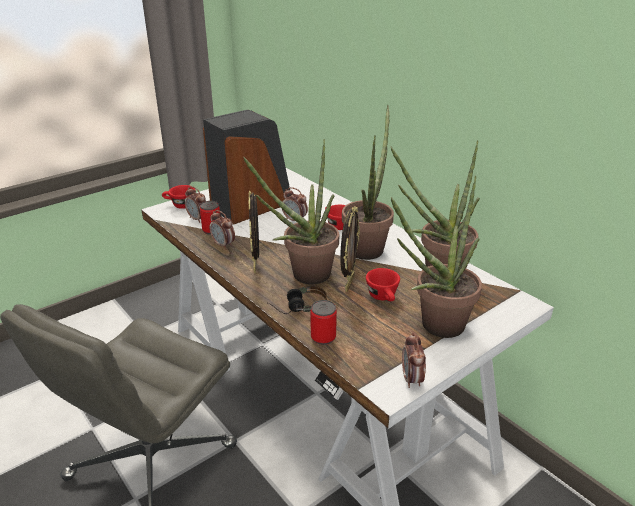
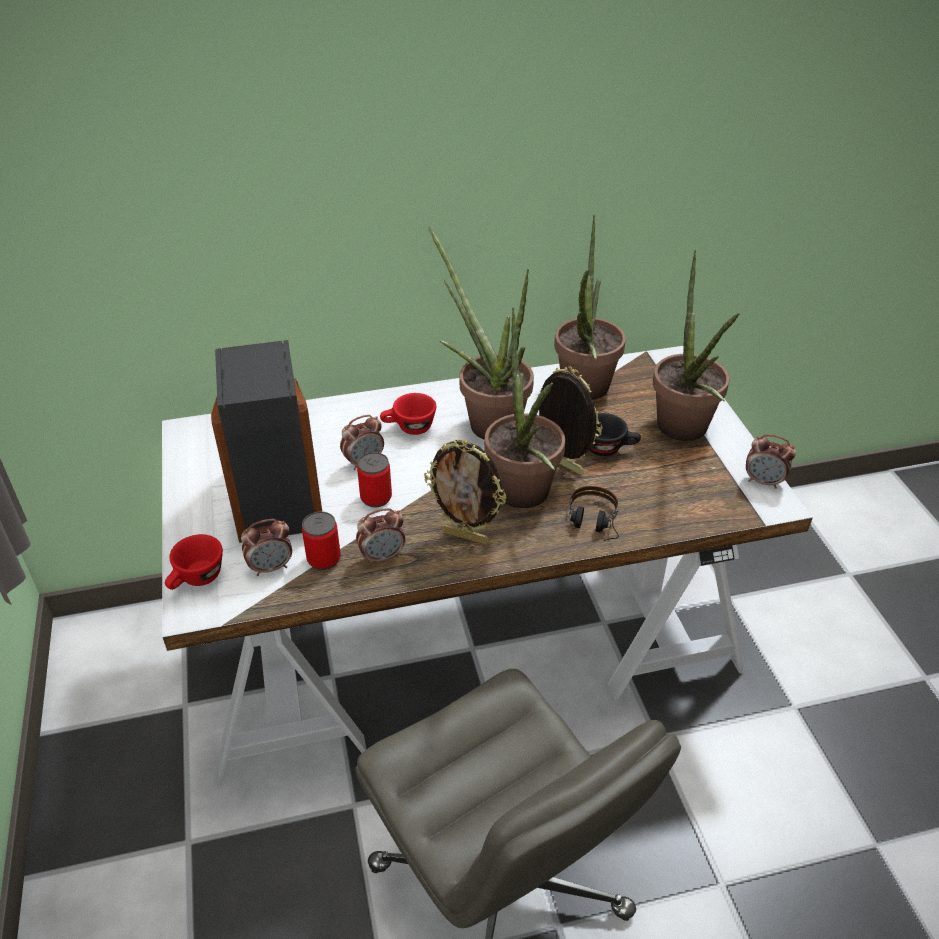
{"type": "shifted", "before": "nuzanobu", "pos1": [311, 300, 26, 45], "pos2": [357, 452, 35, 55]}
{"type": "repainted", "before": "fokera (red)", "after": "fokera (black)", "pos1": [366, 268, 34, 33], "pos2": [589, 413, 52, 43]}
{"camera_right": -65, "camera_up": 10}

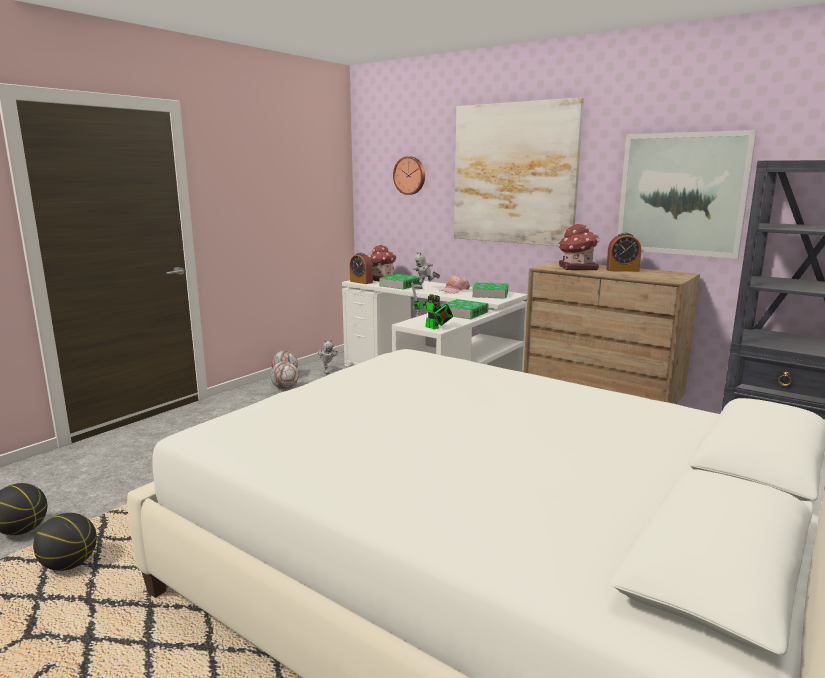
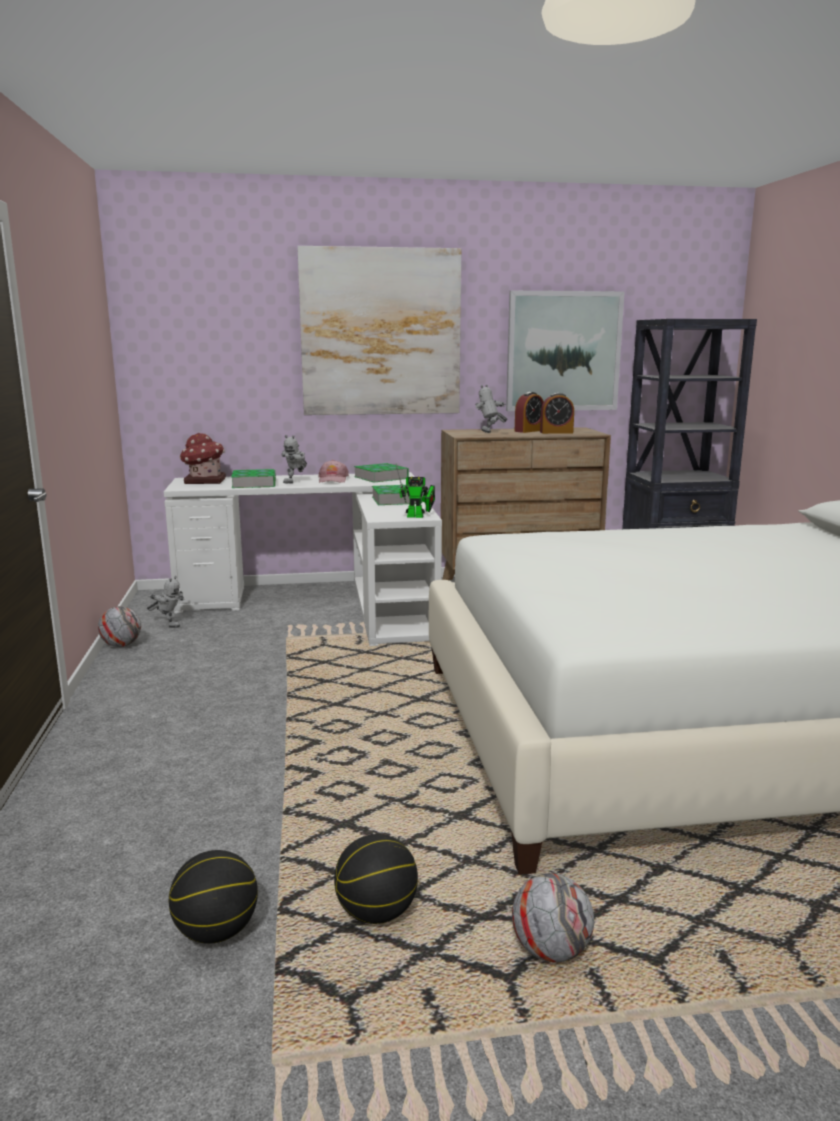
{"type": "shifted", "before": "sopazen", "pos1": [270, 361, 29, 28], "pos2": [512, 873, 82, 89]}
{"type": "shifted", "before": "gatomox", "pos1": [350, 253, 23, 31], "pos2": [540, 393, 34, 41]}
{"type": "gone", "before": "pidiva", "pos1": [393, 156, 32, 39]}
{"type": "swapped", "before": "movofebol", "after": "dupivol", "pos1": [558, 224, 41, 46], "pos2": [475, 385, 33, 48]}
{"camera_right": -45, "camera_up": 0}

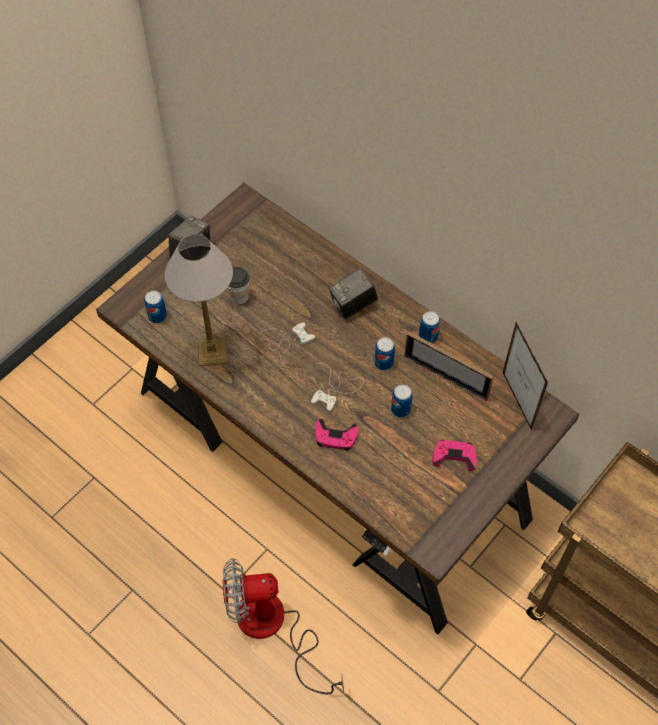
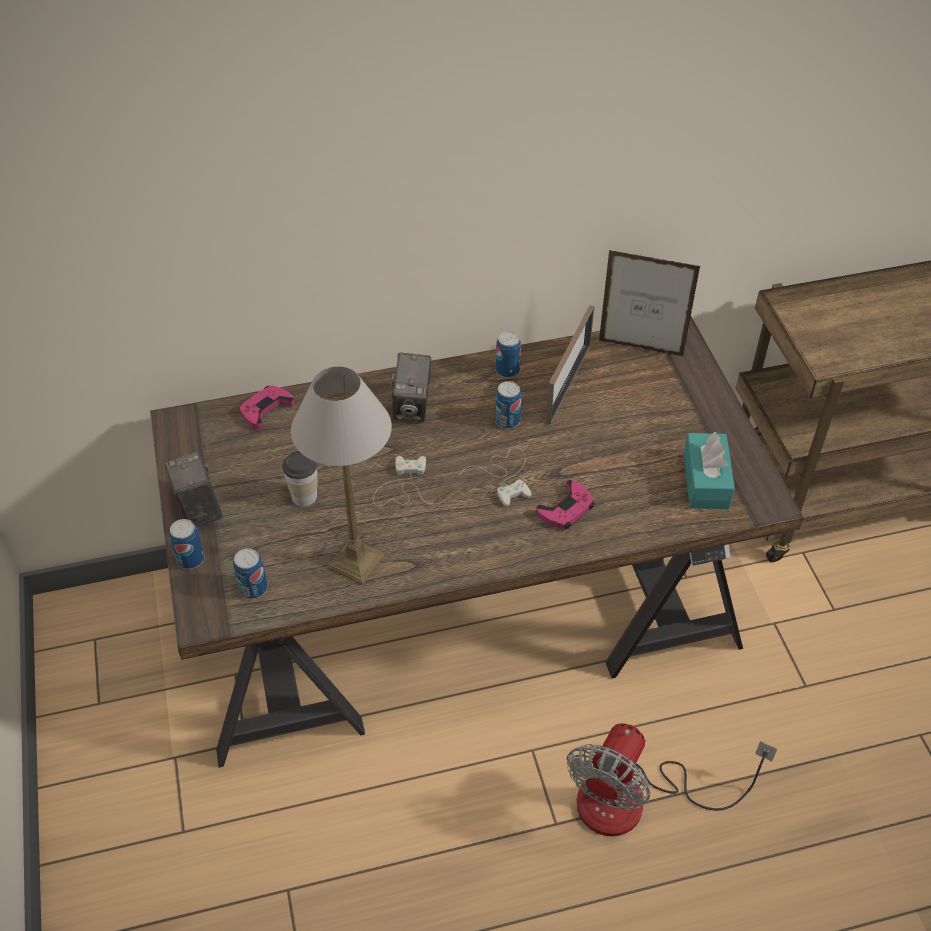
{"type": "shifted", "before": "nuzanobu", "pos1": [391, 384, 22, 33], "pos2": [169, 519, 36, 50]}
{"type": "rotated", "before": "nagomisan", "pos1": [404, 331, 90, 70], "pos2": [546, 305, 48, 119], "turn": -45}
{"type": "shifted", "before": "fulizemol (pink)", "pos1": [433, 440, 44, 31], "pos2": [239, 385, 56, 44]}
{"type": "new", "after": "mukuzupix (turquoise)", "pos2": [683, 431, 52, 78]}
{"camera_right": -55, "camera_up": -10}

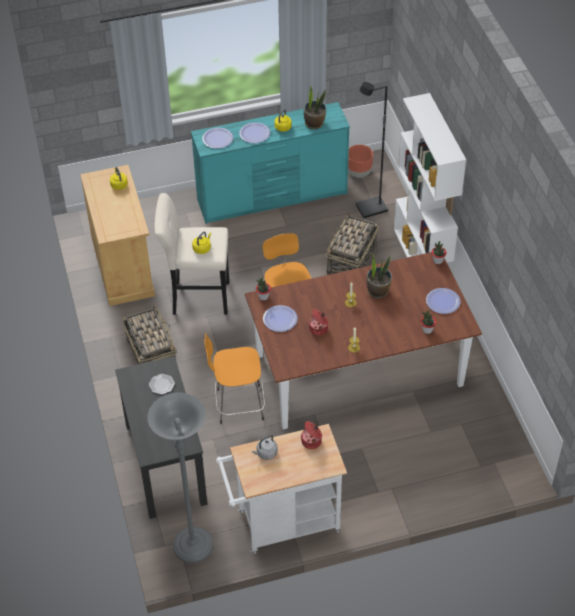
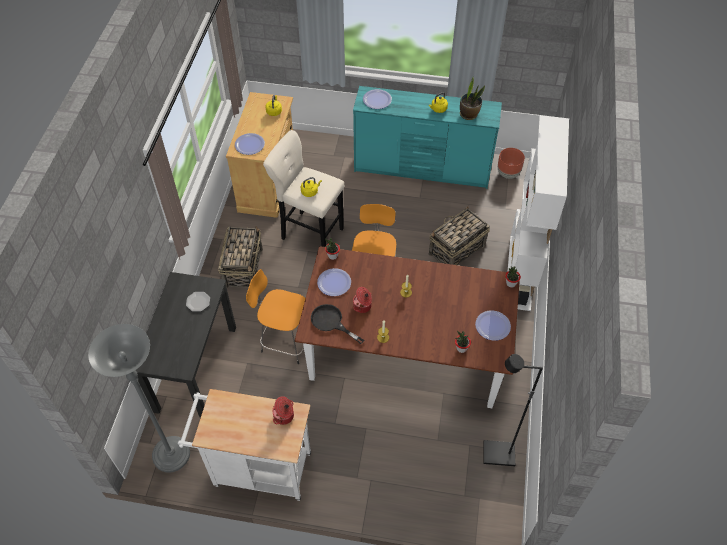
{"type": "shifted", "before": "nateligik", "pos1": [239, 122, 31, 21], "pos2": [235, 133, 30, 22]}
{"type": "gone", "before": "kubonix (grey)", "pos1": [252, 435, 26, 25]}
{"type": "shifted", "before": "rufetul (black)", "pos1": [356, 82, 32, 136], "pos2": [483, 354, 60, 112]}
{"type": "gone", "before": "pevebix", "pos1": [367, 254, 25, 44]}
{"type": "new", "after": "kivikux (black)", "pos2": [311, 304, 53, 40]}
{"camera_right": 25, "camera_up": 5}

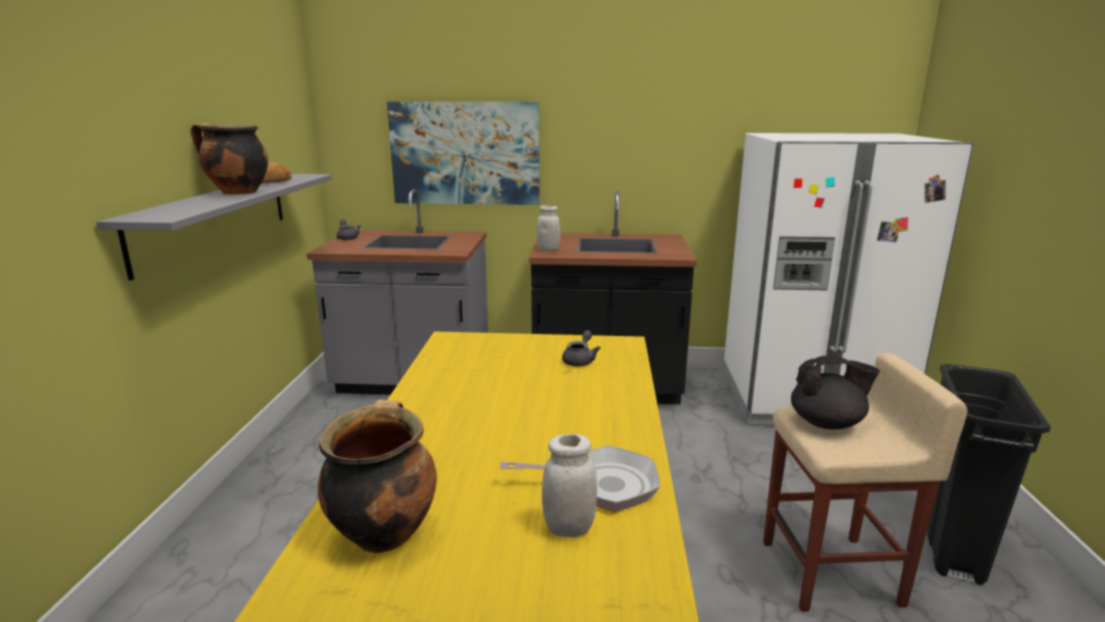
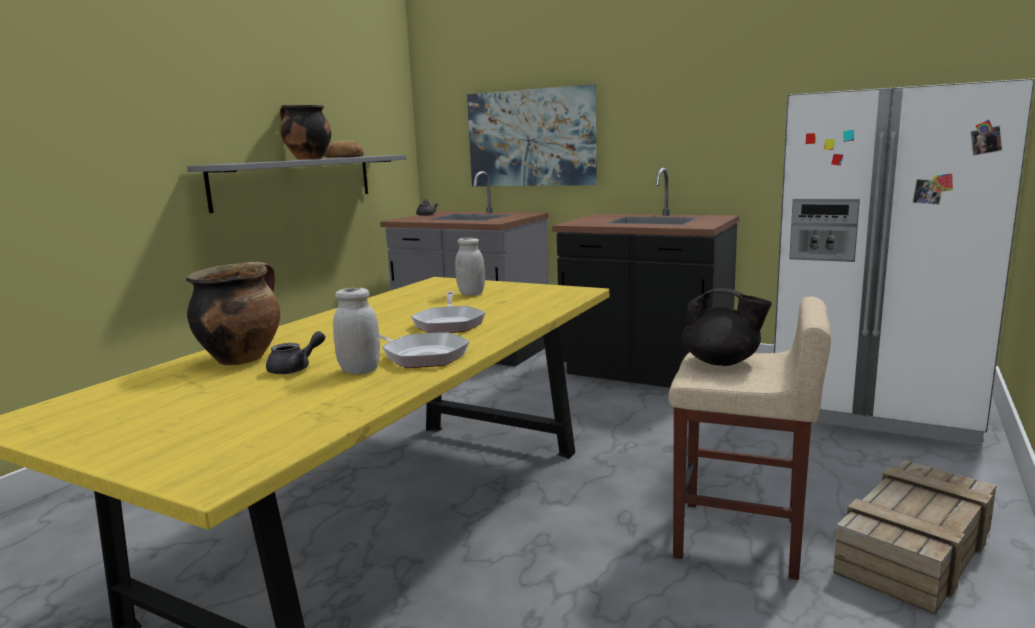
{"type": "shifted", "before": "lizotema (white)", "pos1": [537, 205, 24, 47], "pos2": [455, 238, 30, 58]}
{"type": "shifted", "before": "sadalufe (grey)", "pos1": [562, 330, 39, 36], "pos2": [266, 331, 59, 43]}
{"type": "swapped", "before": "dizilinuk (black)", "after": "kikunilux", "pos1": [927, 364, 124, 221], "pos2": [833, 460, 164, 154]}
{"type": "new", "after": "kivikux", "pos2": [411, 291, 74, 42]}
{"camera_right": 25, "camera_up": -5}

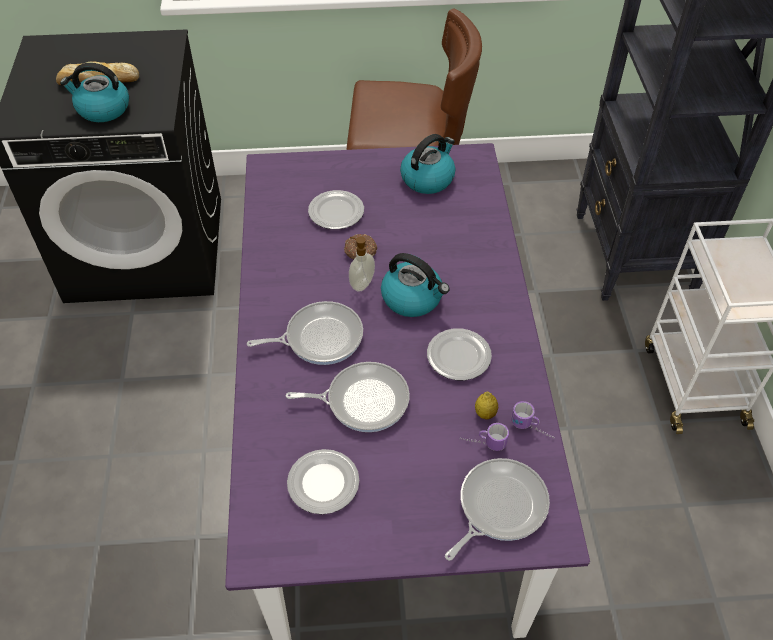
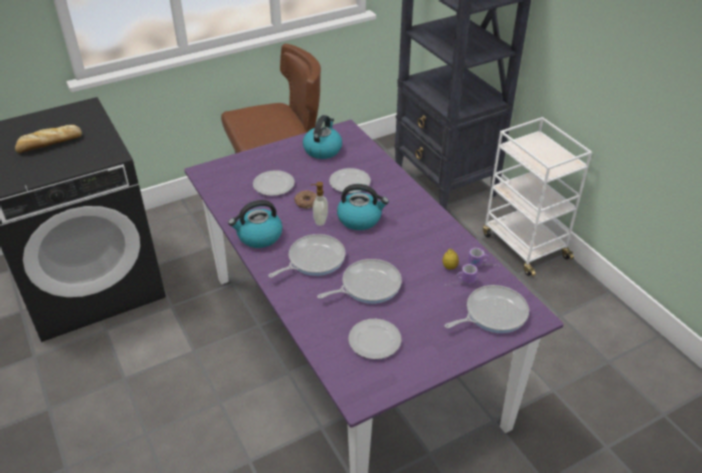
{"type": "shifted", "before": "kubonix", "pos1": [60, 63, 69, 59], "pos2": [228, 200, 55, 48]}
{"type": "shifted", "before": "nateligik", "pos1": [427, 328, 65, 52], "pos2": [329, 168, 42, 25]}
{"type": "rotated", "before": "kivikux", "pos1": [445, 458, 105, 103], "pos2": [444, 285, 85, 48], "turn": 45}
{"camera_right": -25, "camera_up": -10}

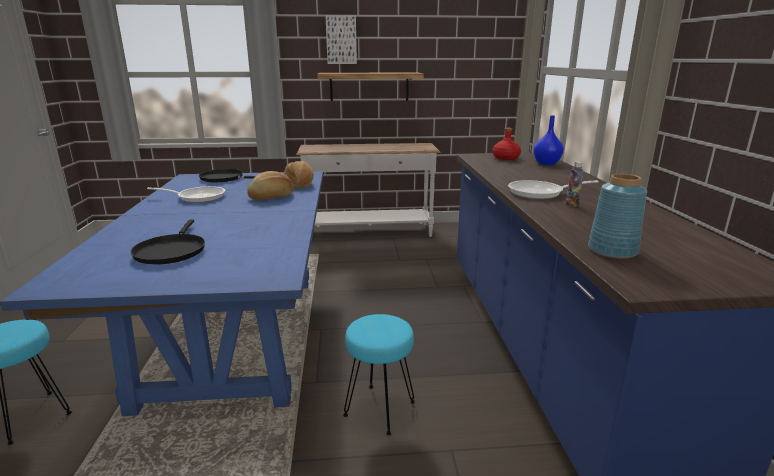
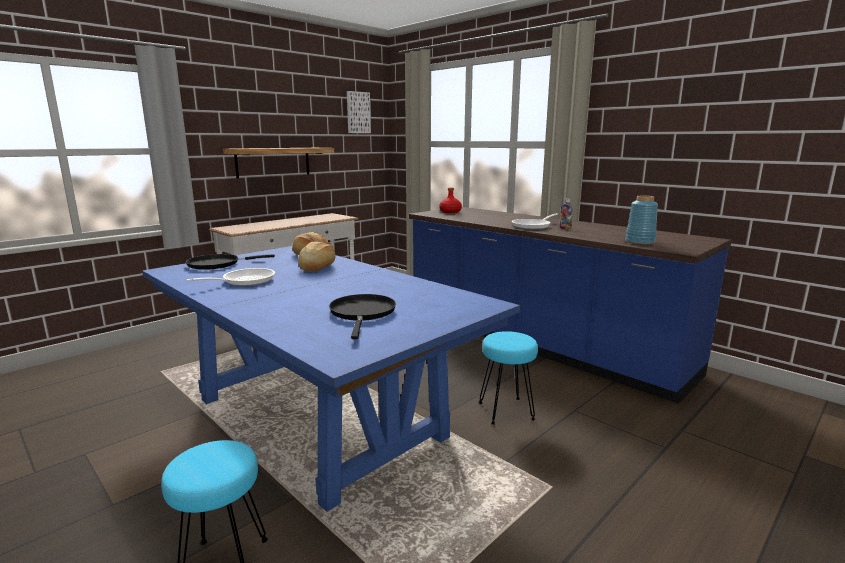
{"type": "rotated", "before": "kivikux (black)", "pos1": [130, 219, 75, 45], "pos2": [329, 294, 67, 45], "turn": -135}
{"type": "shifted", "before": "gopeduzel", "pos1": [325, 15, 32, 49], "pos2": [347, 91, 24, 42]}
{"type": "gone", "before": "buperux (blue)", "pos1": [533, 115, 31, 50]}
{"camera_right": -40, "camera_up": -5}

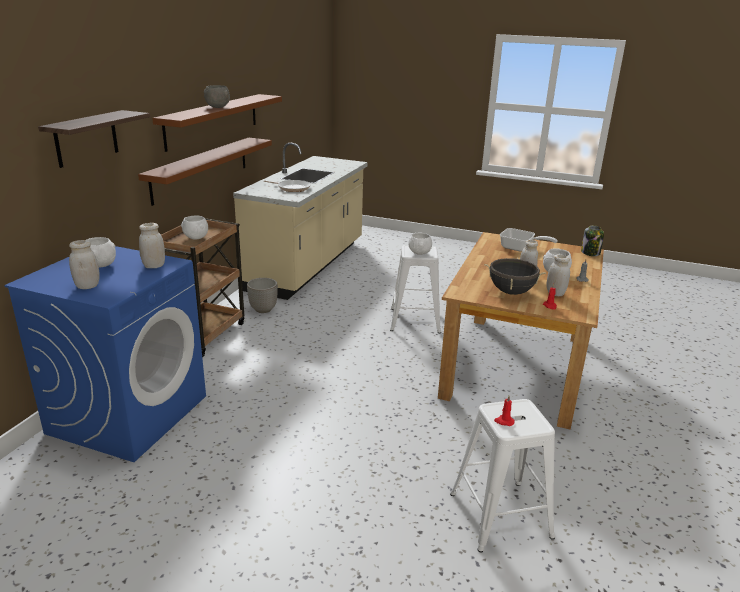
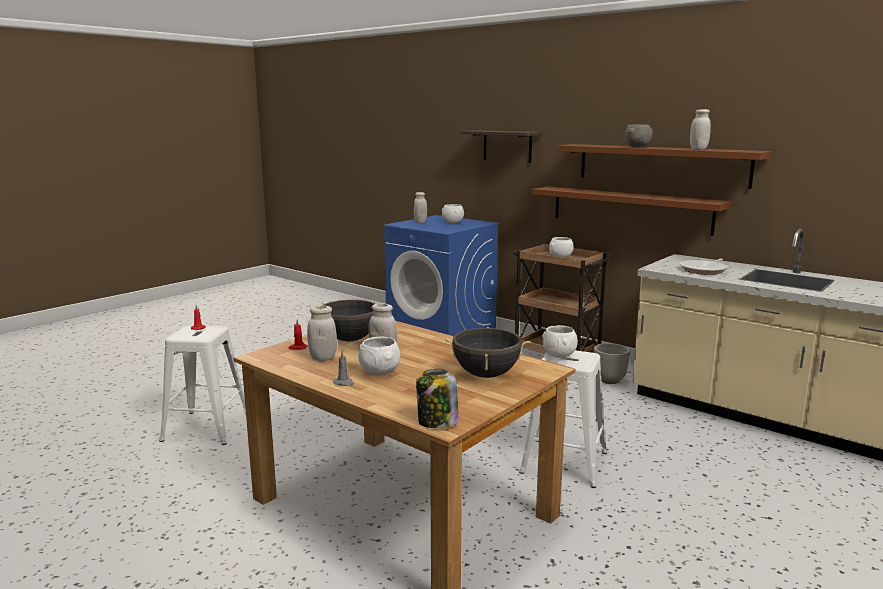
{"type": "shifted", "before": "lizotema (white)", "pos1": [139, 223, 26, 45], "pos2": [690, 109, 21, 41]}
{"type": "swapped", "before": "kivikux", "after": "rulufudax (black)", "pos1": [500, 228, 58, 24], "pos2": [444, 327, 87, 51]}
{"camera_right": 110, "camera_up": -10}

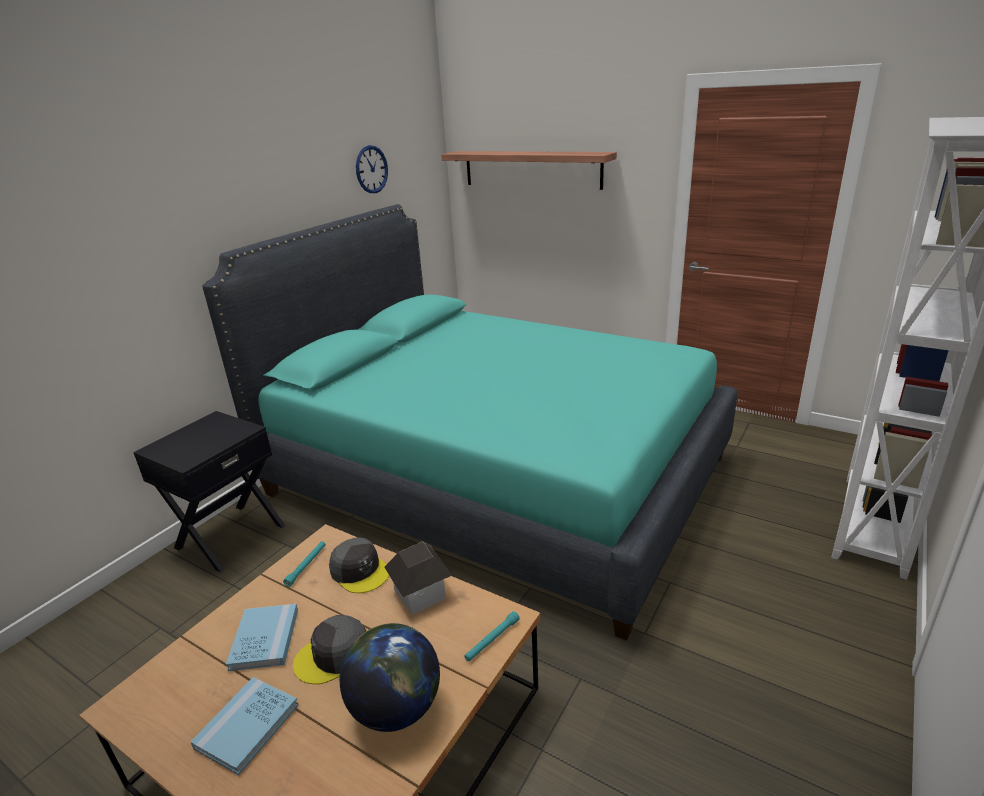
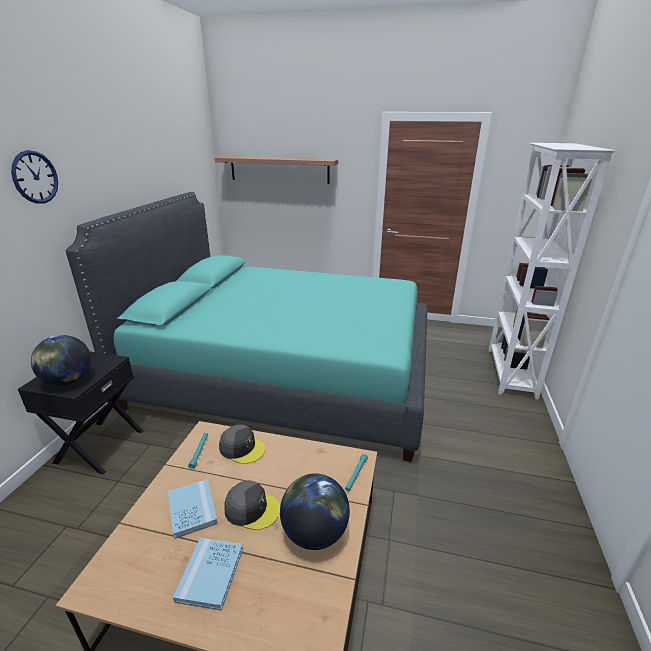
{"type": "rotated", "before": "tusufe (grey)", "pos1": [293, 615, 73, 69], "pos2": [224, 480, 56, 50], "turn": -120}
{"type": "shifted", "before": "pidiva", "pos1": [356, 145, 32, 48], "pos2": [11, 150, 47, 54]}
{"type": "gone", "before": "movofebol", "pos1": [384, 541, 68, 74]}
{"type": "new", "after": "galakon", "pos2": [31, 335, 60, 51]}
{"camera_right": -20, "camera_up": 0}

